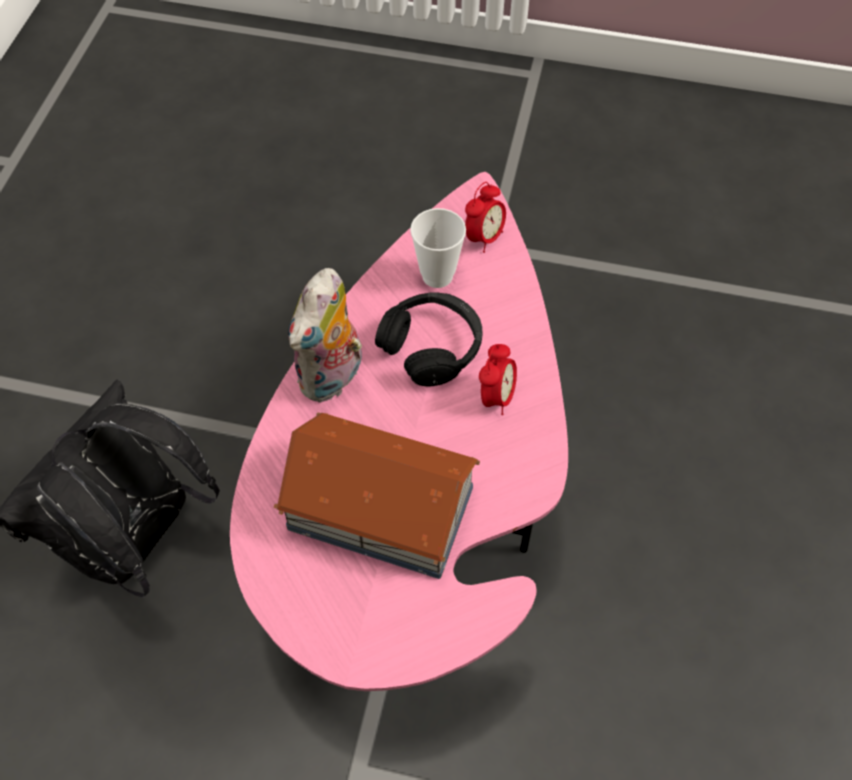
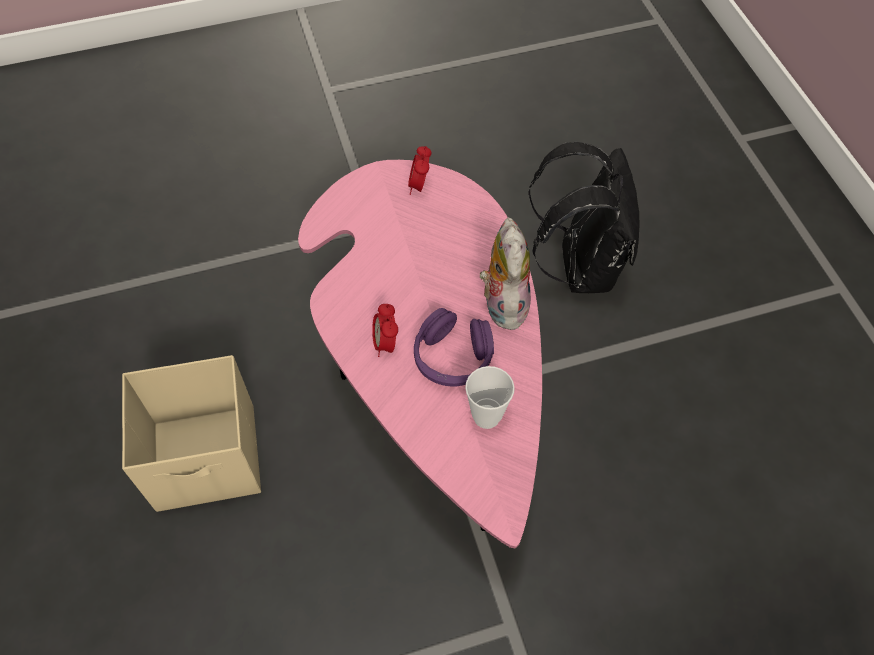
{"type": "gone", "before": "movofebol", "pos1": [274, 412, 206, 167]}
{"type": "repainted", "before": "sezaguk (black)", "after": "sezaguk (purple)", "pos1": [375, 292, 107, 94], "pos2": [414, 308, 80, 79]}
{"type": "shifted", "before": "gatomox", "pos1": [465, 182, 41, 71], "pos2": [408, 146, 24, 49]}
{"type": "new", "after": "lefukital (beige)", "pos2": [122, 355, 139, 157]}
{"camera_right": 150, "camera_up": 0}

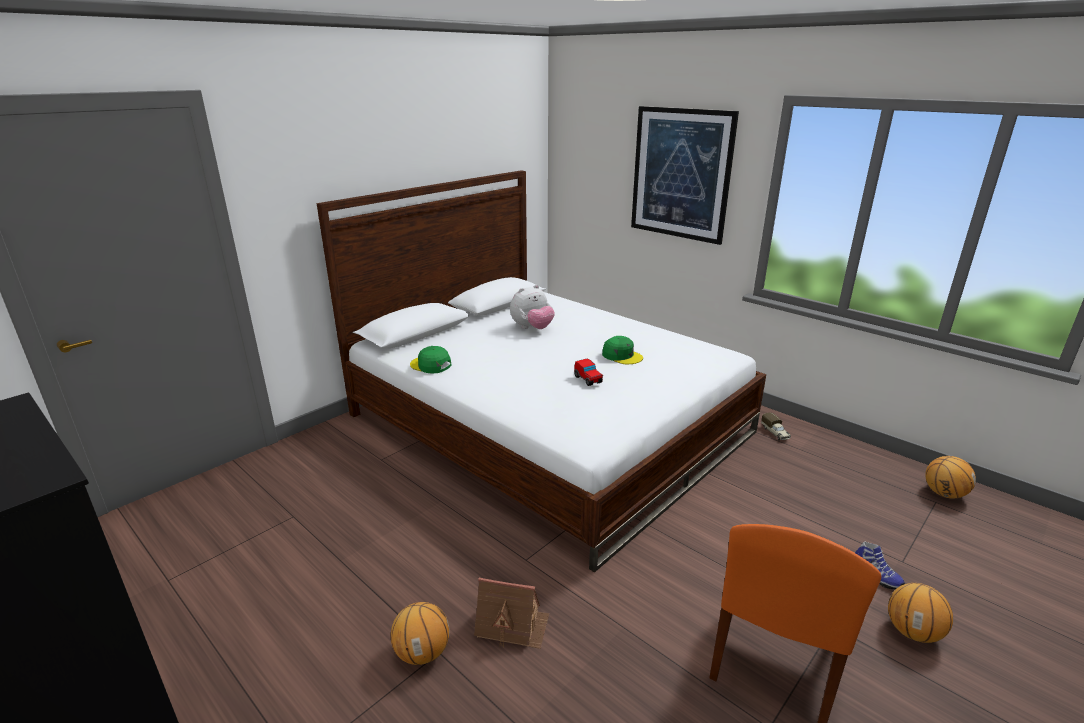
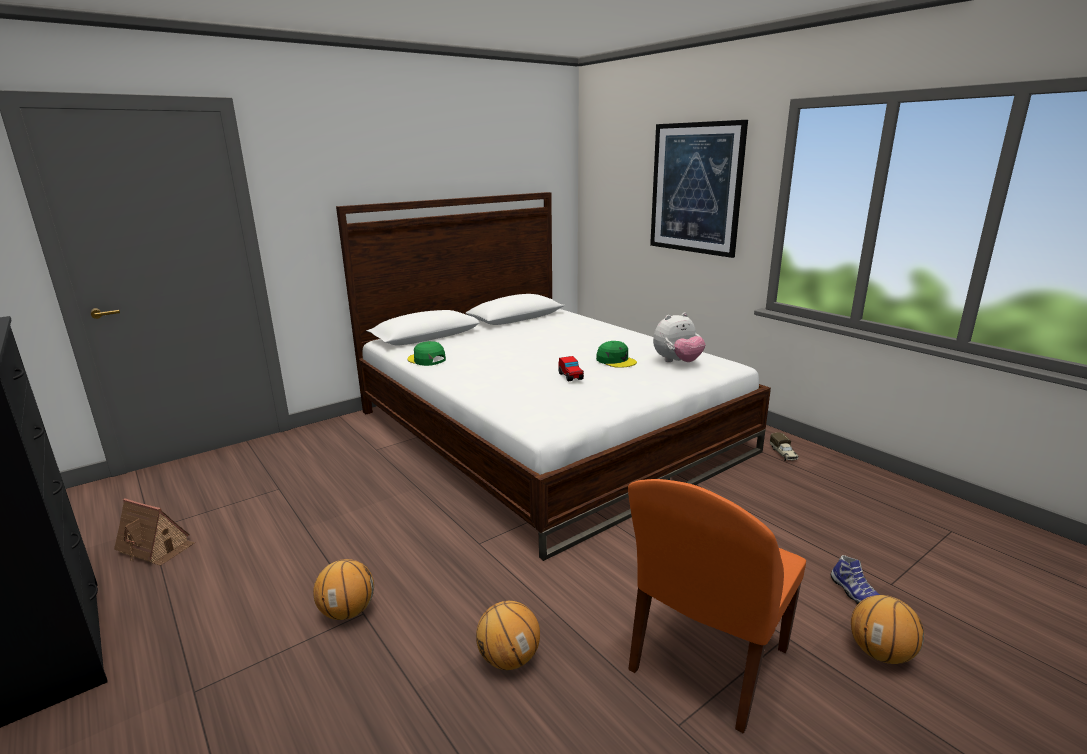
{"type": "shifted", "before": "movofebol", "pos1": [474, 578, 75, 71], "pos2": [114, 498, 81, 68]}
{"type": "shifted", "before": "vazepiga", "pos1": [510, 285, 45, 44], "pos2": [653, 312, 53, 50]}
{"type": "shifted", "before": "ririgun", "pos1": [925, 456, 51, 42], "pos2": [476, 601, 64, 69]}
{"camera_right": 10, "camera_up": -5}

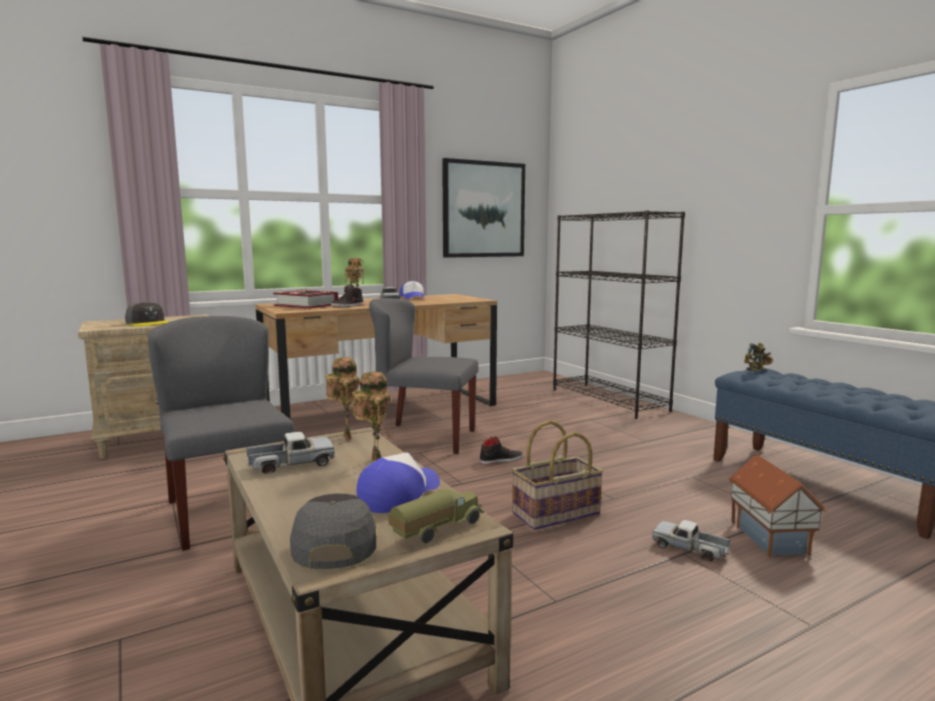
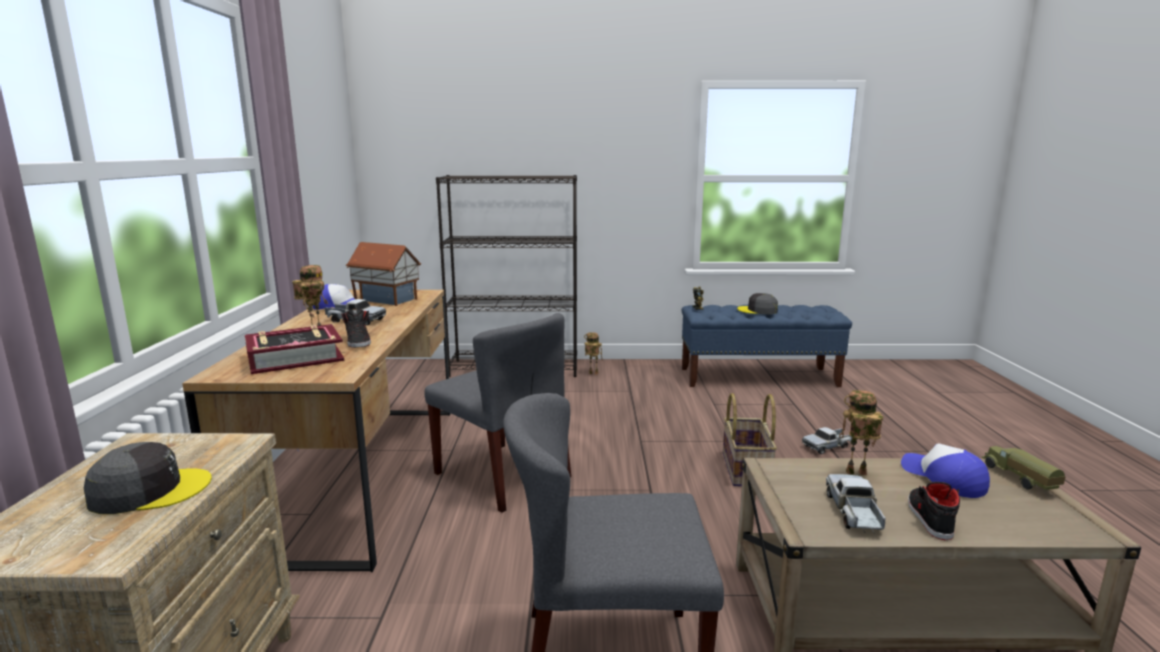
{"type": "shifted", "before": "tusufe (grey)", "pos1": [290, 494, 87, 75], "pos2": [737, 293, 41, 21]}
{"type": "shifted", "before": "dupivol", "pos1": [325, 357, 35, 84], "pos2": [584, 332, 19, 43]}
{"type": "rotated", "before": "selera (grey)", "pos1": [369, 298, 109, 156], "pos2": [424, 313, 147, 200], "turn": -90}
{"type": "gone", "before": "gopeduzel", "pos1": [442, 158, 83, 100]}
{"type": "shifted", "before": "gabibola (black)", "pos1": [479, 436, 44, 29], "pos2": [908, 482, 52, 58]}
{"type": "shifted", "before": "movofebol", "pos1": [729, 454, 98, 103], "pos2": [346, 242, 75, 64]}
{"camera_right": -60, "camera_up": 5}

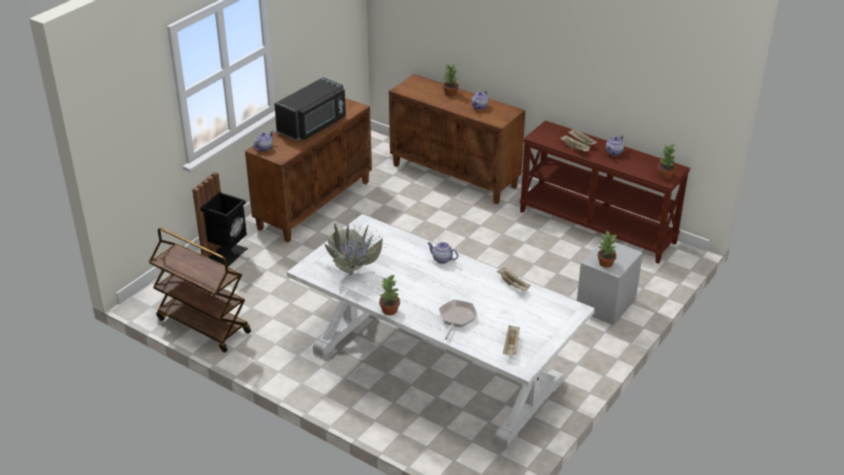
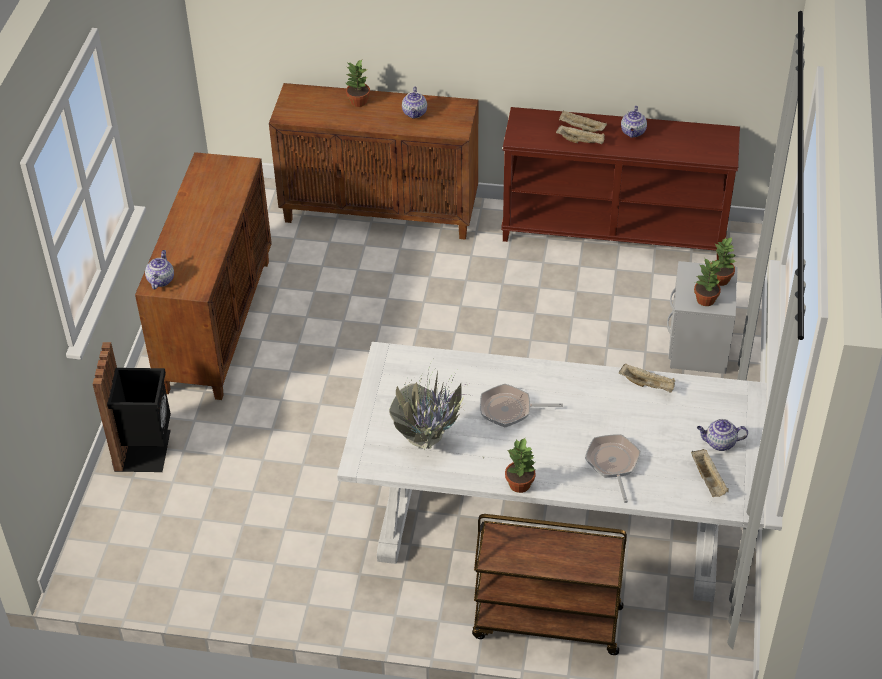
{"type": "shifted", "before": "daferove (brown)", "pos1": [149, 228, 102, 124], "pos2": [472, 514, 155, 141]}
{"type": "gone", "before": "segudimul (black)", "pos1": [274, 77, 72, 63]}
{"type": "shifted", "before": "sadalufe", "pos1": [427, 242, 31, 22], "pos2": [697, 419, 51, 32]}
{"type": "shifted", "before": "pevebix", "pos1": [658, 144, 18, 35], "pos2": [711, 237, 25, 49]}
{"type": "new", "after": "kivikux", "pos2": [480, 384, 83, 44]}
{"camera_right": -25, "camera_up": 10}

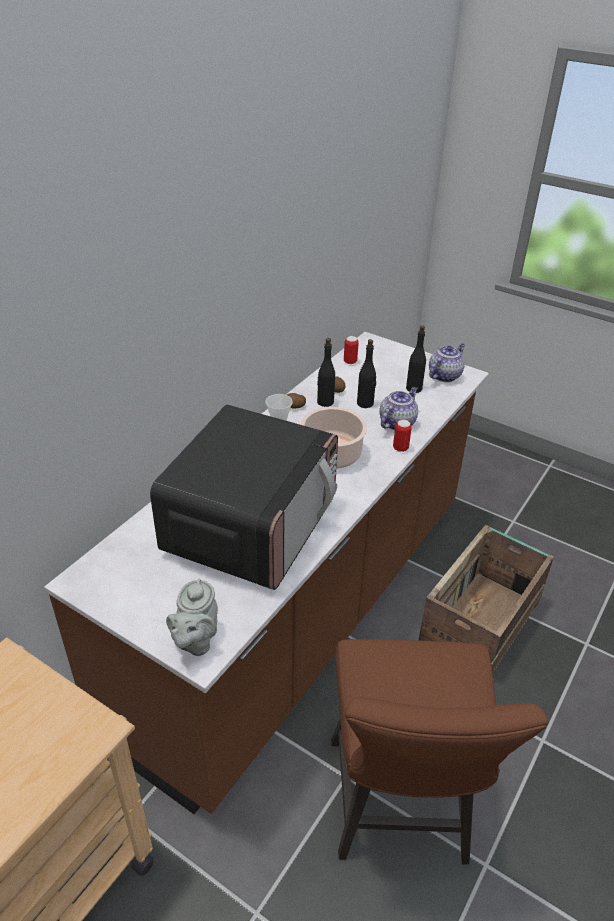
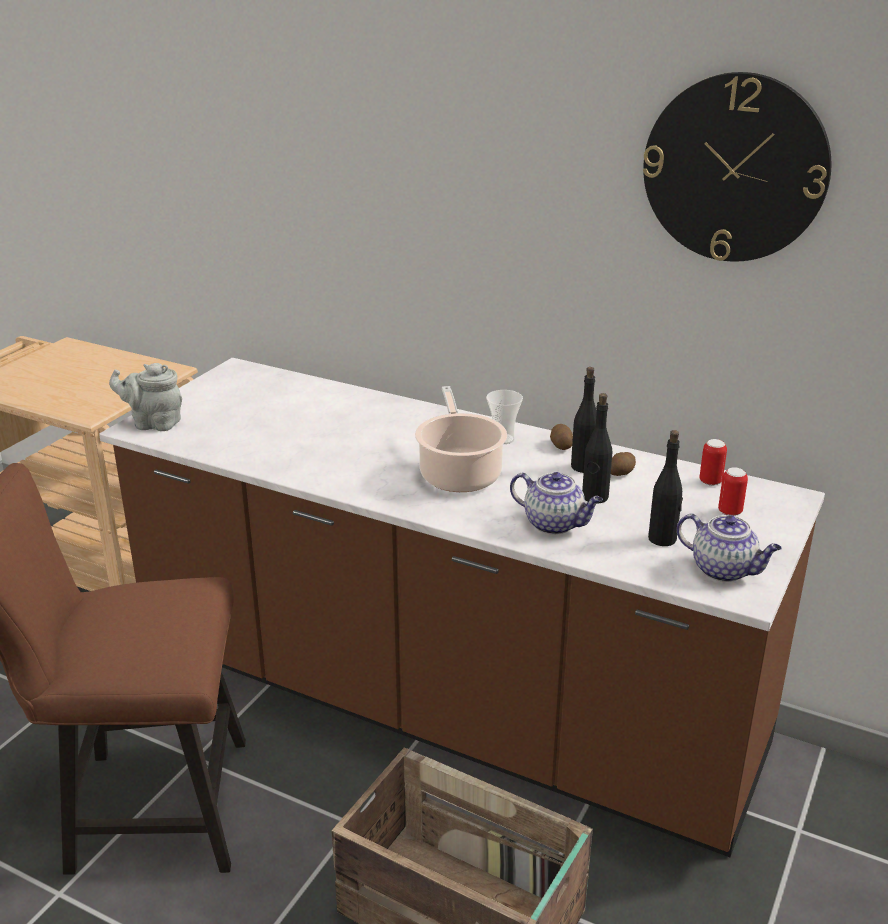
{"type": "gone", "before": "segudimul", "pos1": [150, 405, 188, 185]}
{"type": "shifted", "before": "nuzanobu", "pos1": [393, 420, 19, 32], "pos2": [718, 467, 30, 49]}
{"type": "new", "after": "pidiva", "pos2": [643, 72, 188, 190]}
{"camera_right": 85, "camera_up": -10}

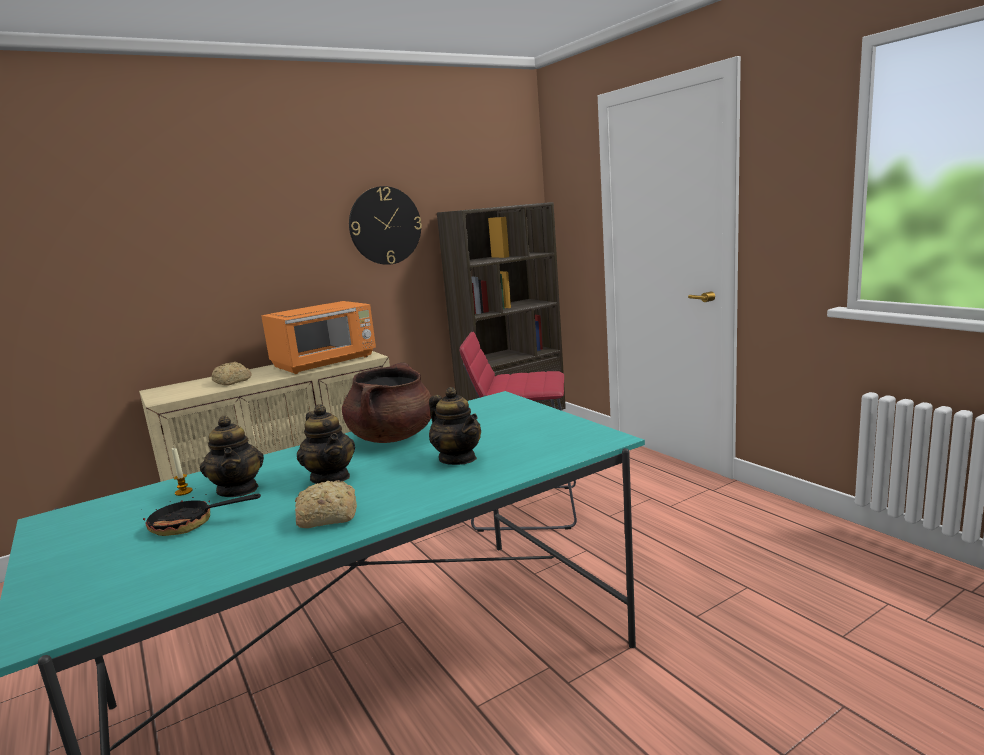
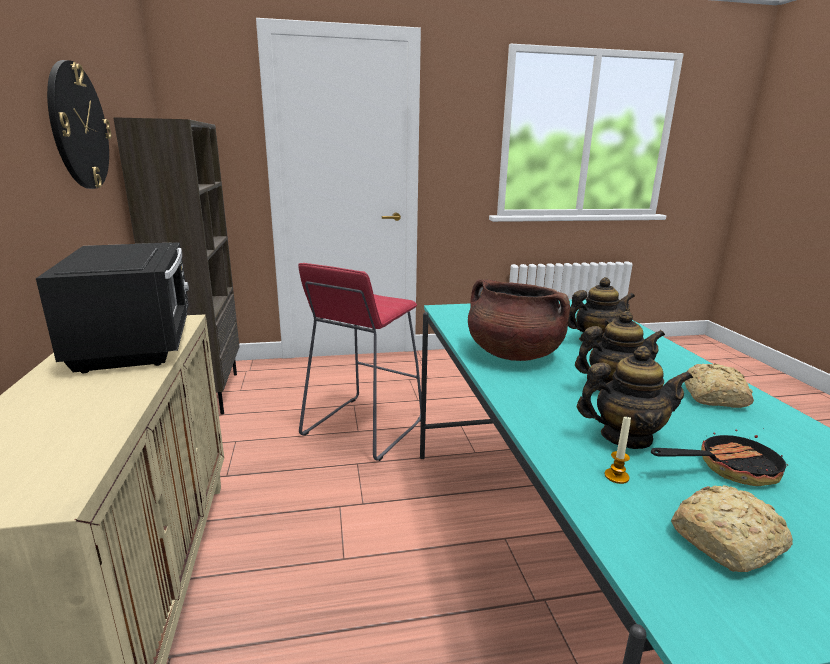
{"type": "rotated", "before": "kivikux", "pos1": [143, 494, 118, 42], "pos2": [651, 428, 137, 58], "turn": -120}
{"type": "shifted", "before": "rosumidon", "pos1": [212, 362, 40, 24], "pos2": [671, 485, 122, 87]}
{"type": "repainted", "before": "segudimul (orange)", "after": "segudimul (black)", "pos1": [261, 301, 115, 73], "pos2": [36, 242, 153, 131]}
{"camera_right": -70, "camera_up": 5}

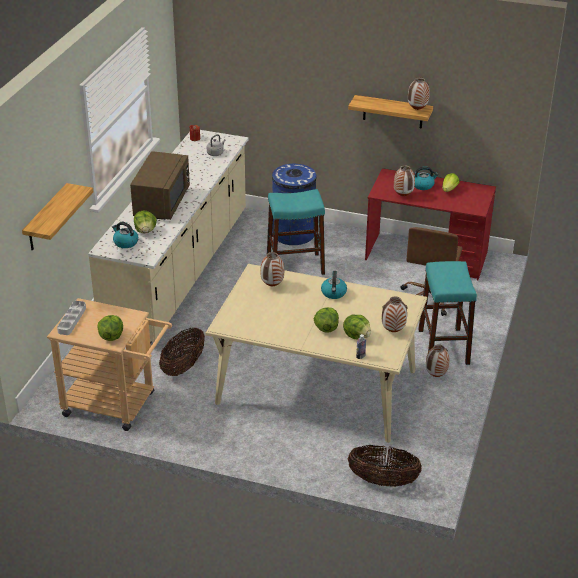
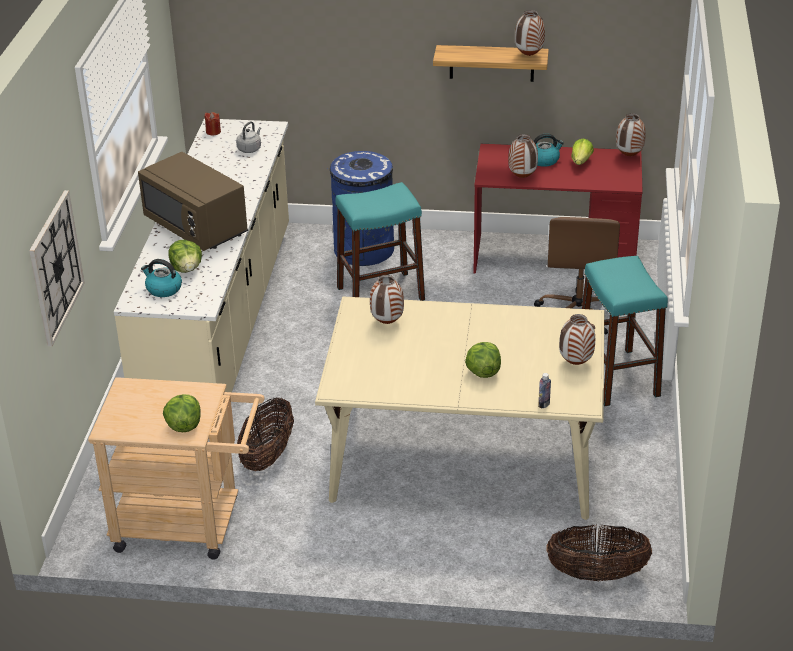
{"type": "swapped", "before": "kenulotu", "after": "pidiva", "pos1": [22, 183, 72, 68], "pos2": [29, 190, 56, 156]}
{"type": "gone", "before": "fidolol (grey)", "pos1": [57, 301, 29, 34]}
{"type": "rotated", "before": "segudimul (brown)", "pos1": [130, 151, 60, 69], "pos2": [138, 152, 110, 99], "turn": 135}
{"type": "gone", "before": "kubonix", "pos1": [321, 271, 26, 28]}
{"type": "gone", "before": "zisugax", "pos1": [343, 315, 28, 24]}
{"type": "shifted", "before": "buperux", "pos1": [426, 344, 23, 33], "pos2": [616, 113, 30, 43]}
{"camera_right": -10, "camera_up": 0}

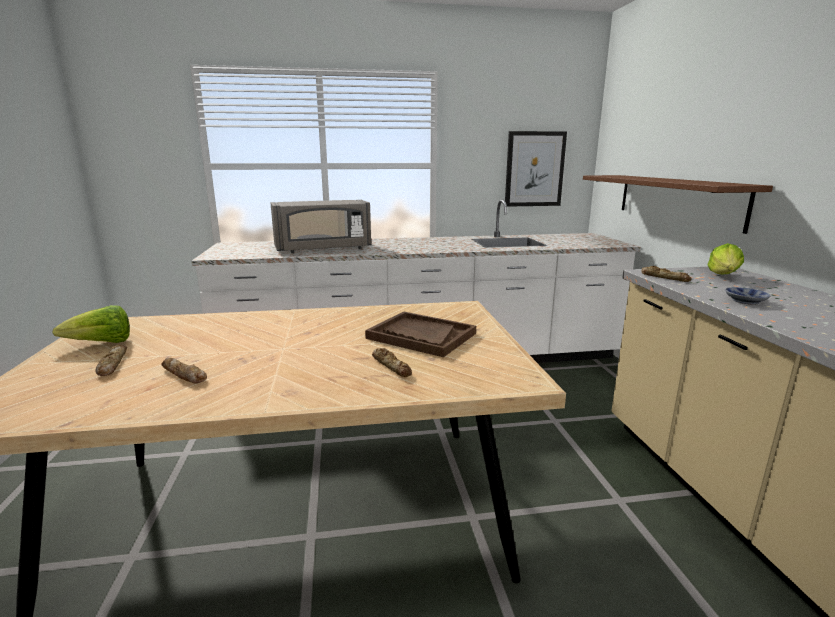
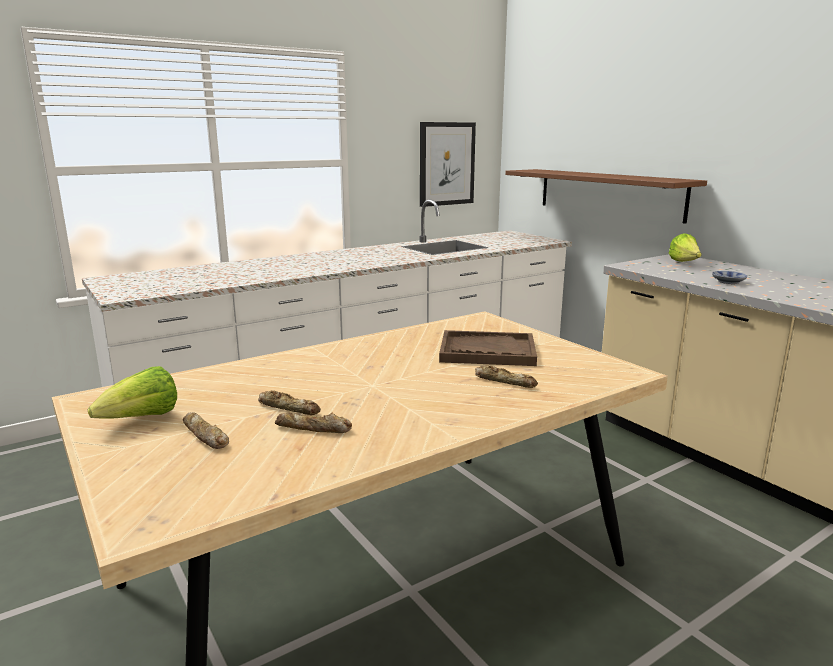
{"type": "gone", "before": "segudimul (grey)", "pos1": [270, 200, 101, 53]}
{"type": "shifted", "before": "rosumidon", "pos1": [641, 266, 51, 16], "pos2": [258, 390, 63, 25]}
{"camera_right": -25, "camera_up": 0}

